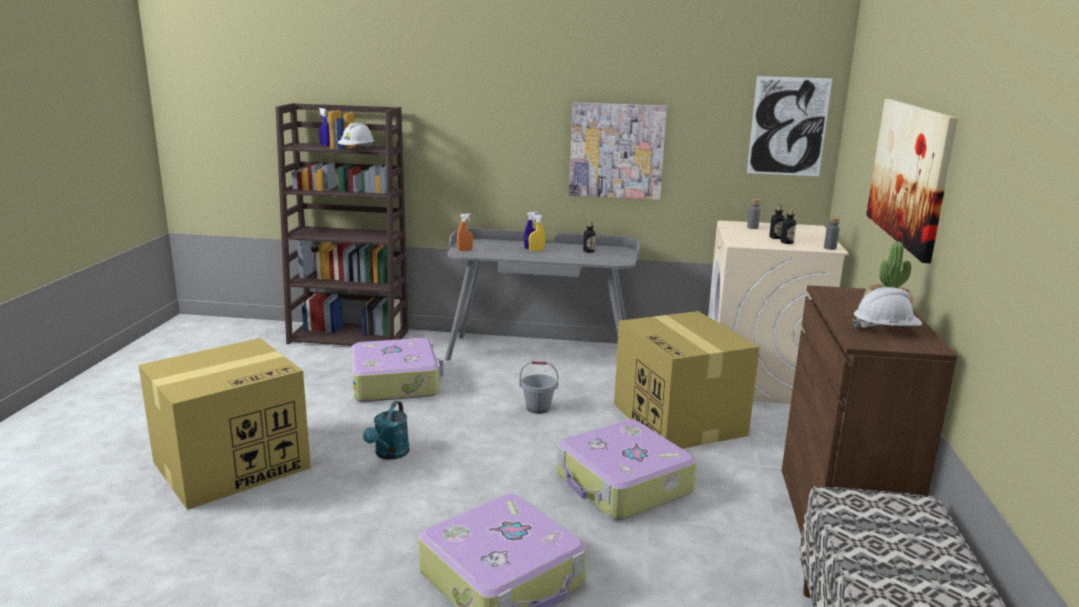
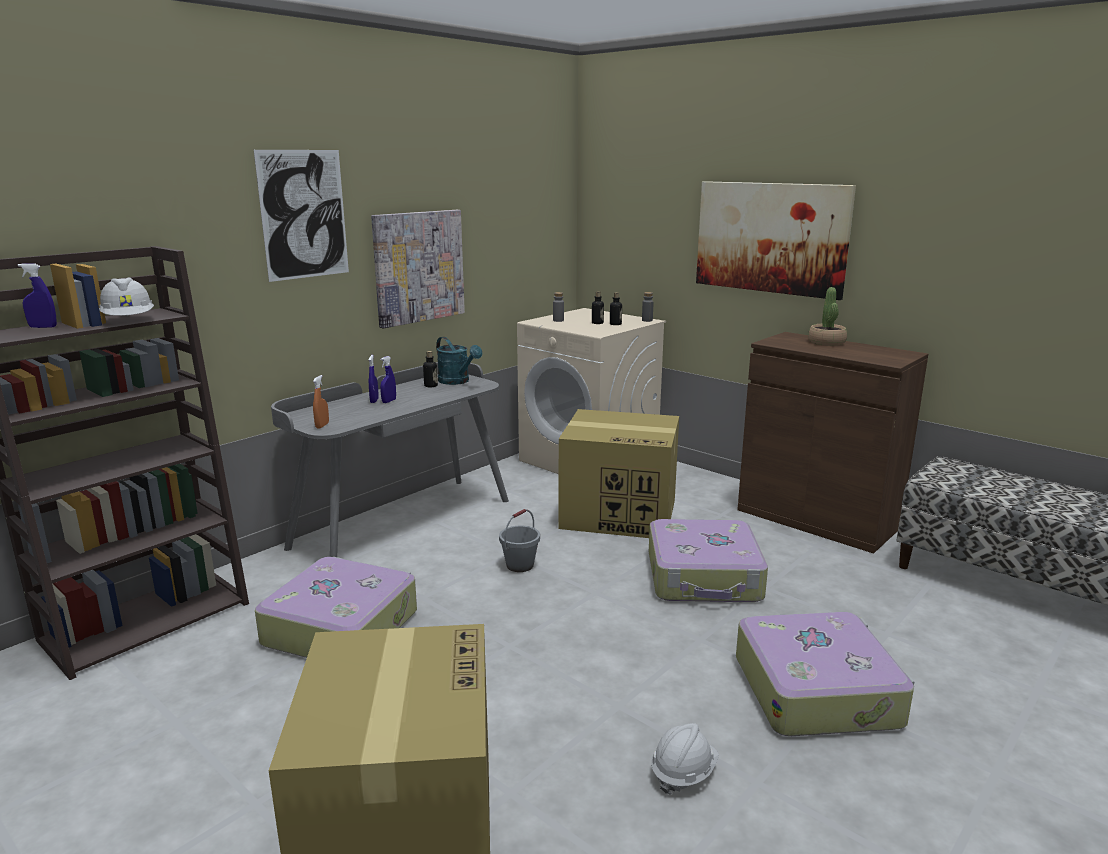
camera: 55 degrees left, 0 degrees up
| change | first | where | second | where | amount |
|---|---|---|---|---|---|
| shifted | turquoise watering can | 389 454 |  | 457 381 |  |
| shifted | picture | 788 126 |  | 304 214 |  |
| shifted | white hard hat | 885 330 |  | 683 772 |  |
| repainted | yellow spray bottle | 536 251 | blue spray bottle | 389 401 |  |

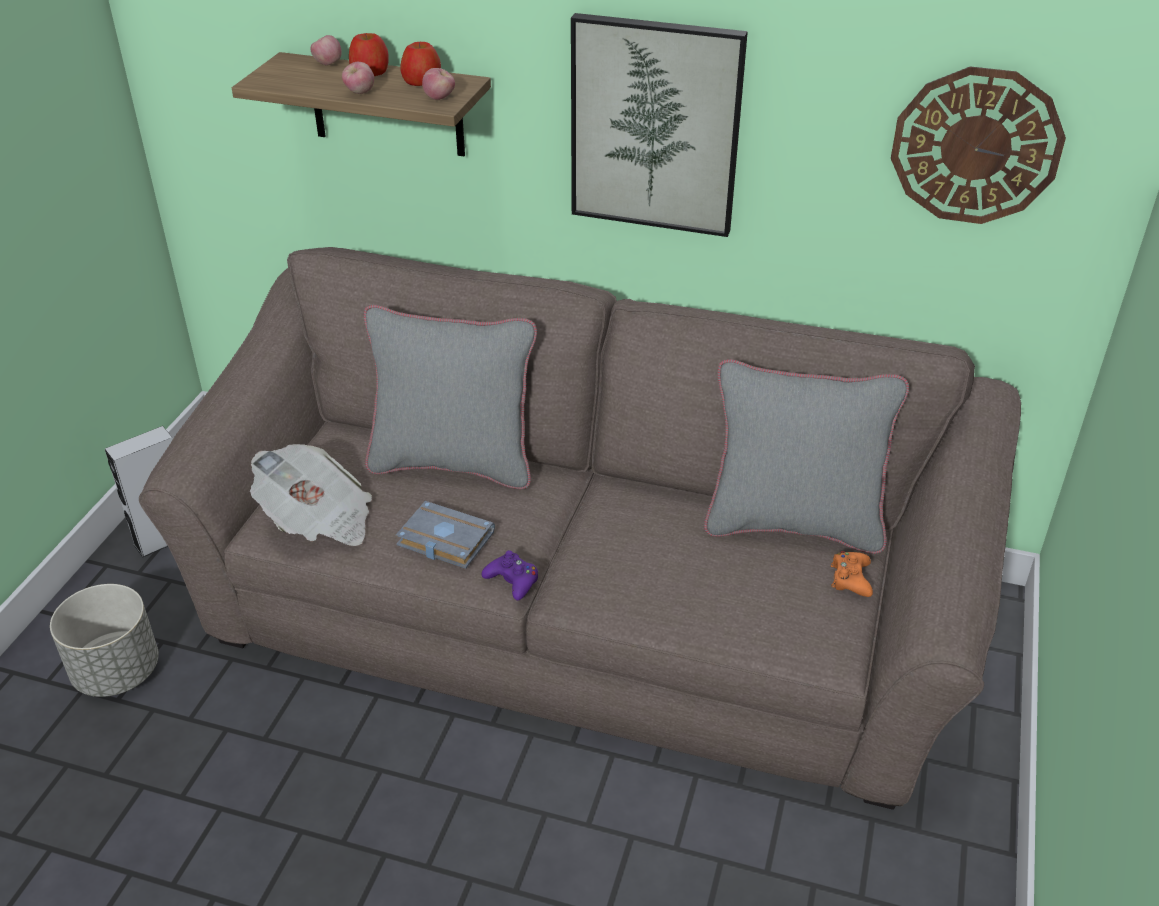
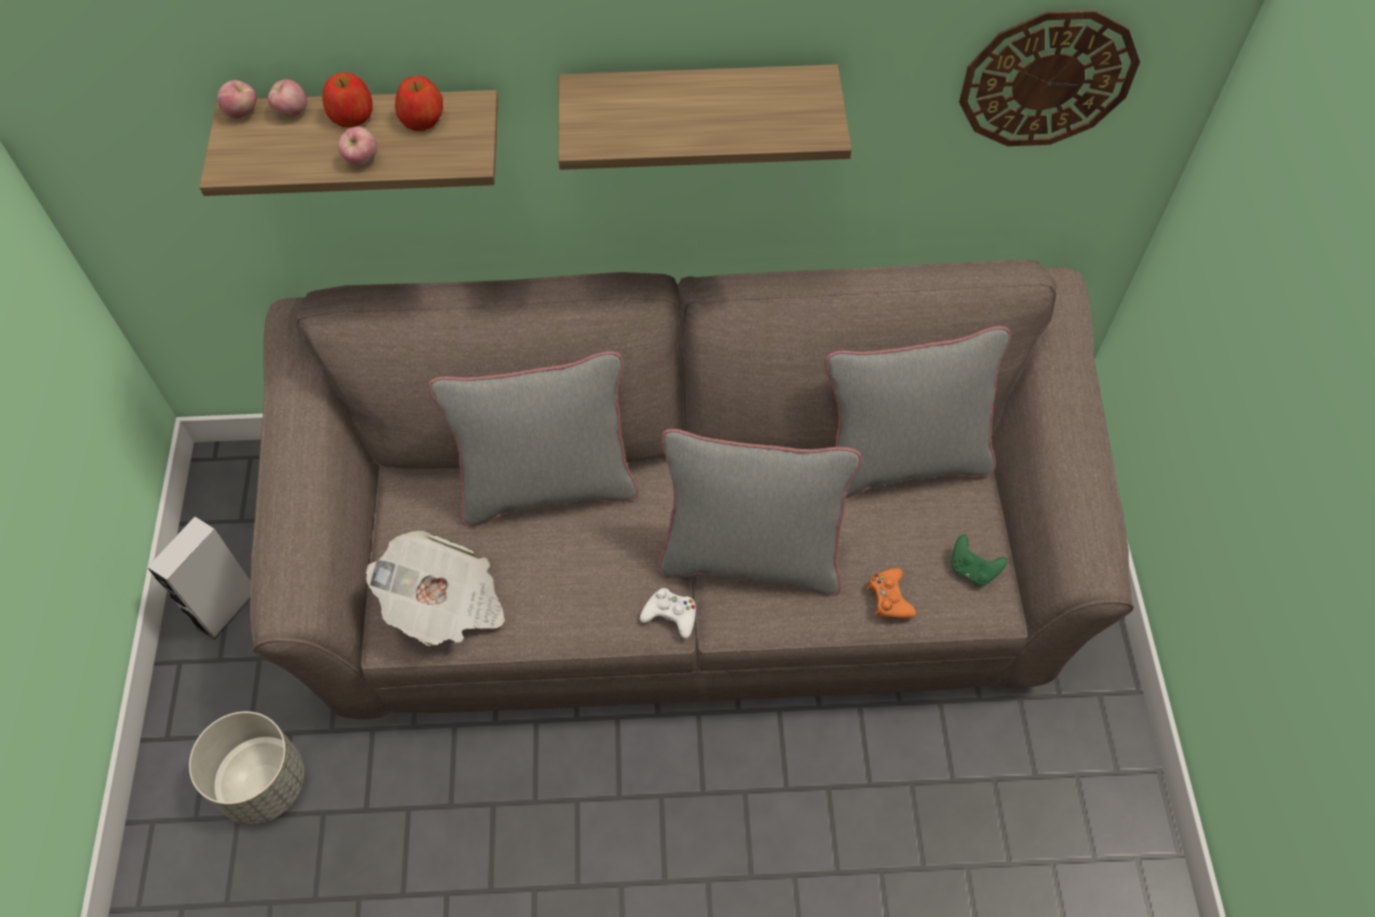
camera: 20 degrees left, 20 degrees up
| change | first | where | second | where | amount |
|---|---|---|---|---|---|
| gone | grey book | 443 540 |  |  |  |
| new |  |  | grey pillow | 750 558 |  |
| new |  |  | green game controller | 972 569 |  |
| shifted | apple | 439 98 |  | 242 112 |  |
| shifted | orange game controller | 850 579 |  | 889 598 |  |
| swapped | picture | 655 125 | shelf | 698 108 |  |
| repainted | purple game controller | 512 581 | white game controller | 670 615 |  |

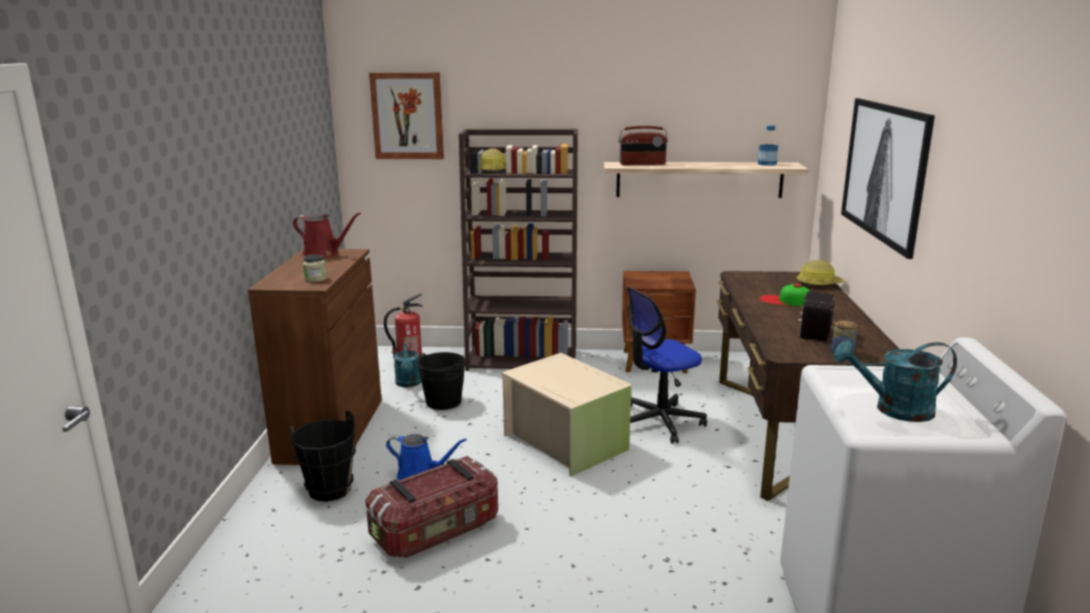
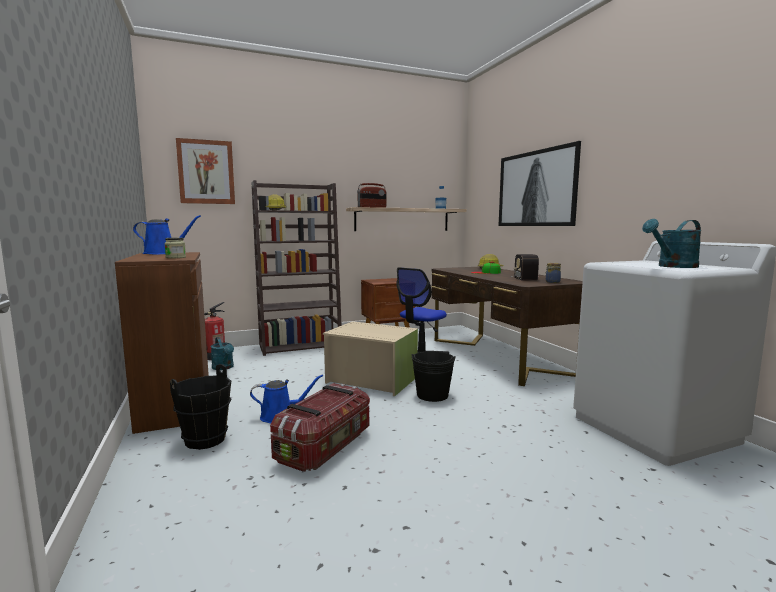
camera: 25 degrees left, 10 degrees down
| change | first | where | second | where | amount |
|---|---|---|---|---|---|
| shifted | black bucket | 443 402 |  | 432 395 |  |
| repainted | red watering can | 324 254 | blue watering can | 163 253 |  |

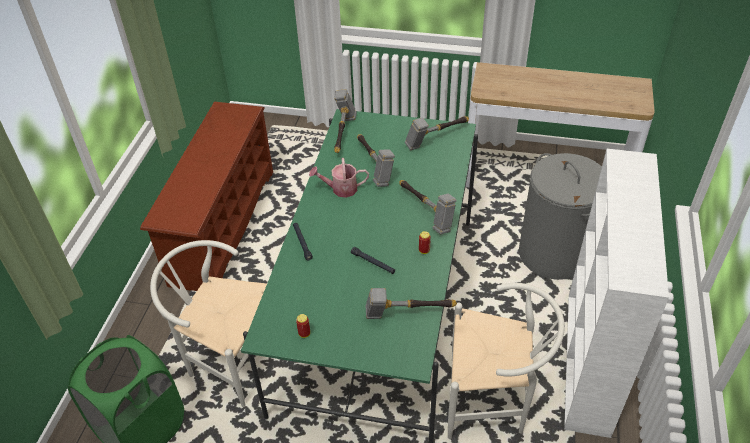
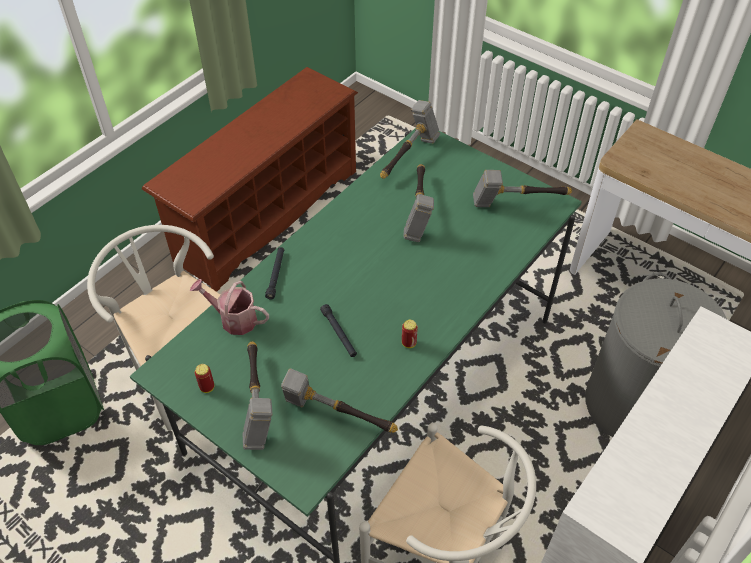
camera: 25 degrees right, 5 degrees up
| change | first | where | second | where | amount |
|---|---|---|---|---|---|
| shifted | watering can | 340 189 |  | 234 319 |  |
| shifted | hammer | 426 212 |  | 257 403 |  |

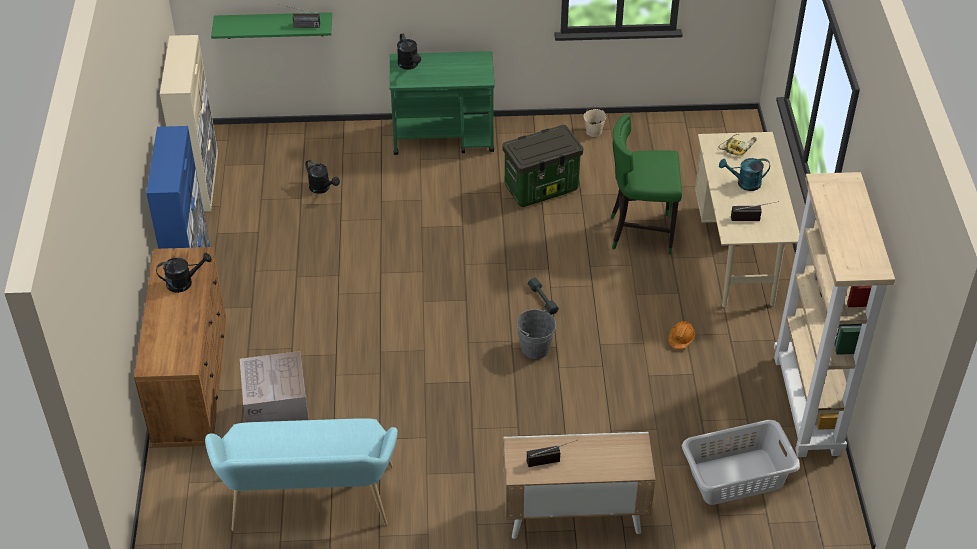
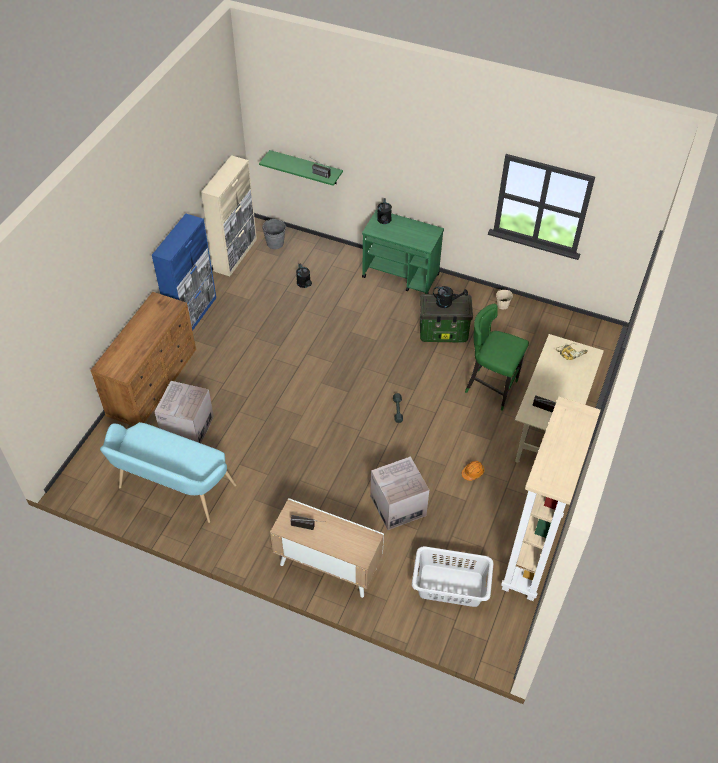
camera: 25 degrees right, 5 degrees up
| change | first | where | second | where | amount |
|---|---|---|---|---|---|
| gone | turquoise watering can | 744 183 |  |  |  |
| new |  |  | cardboard box | 398 506 |  |
| shifted | black watering can | 184 282 |  | 447 303 |  |
| shifted | grey bucket | 535 348 |  | 275 243 |  |

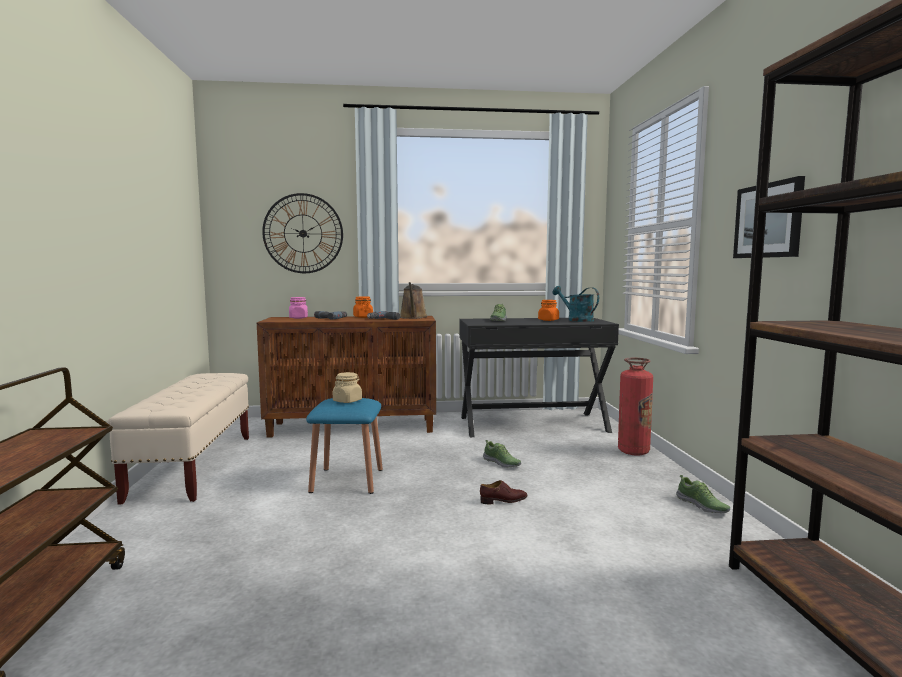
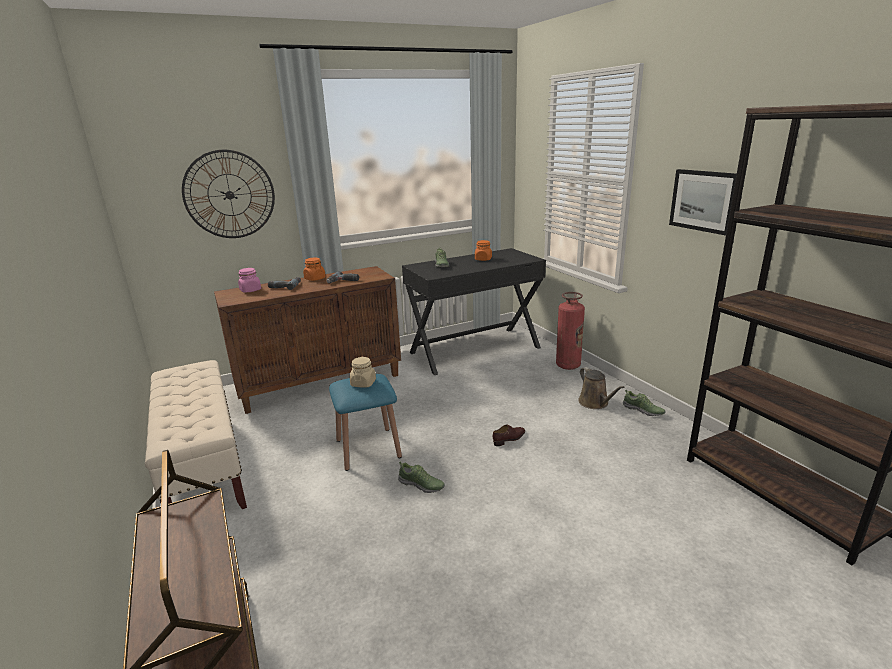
camera: 20 degrees left, 15 degrees up
| change | first | where | second | where | amount |
|---|---|---|---|---|---|
| gone | turquoise watering can | 576 320 |  |  |  |
| shifted | brown watering can | 413 317 |  | 595 403 |  |
| shifted | shoe | 502 463 |  | 421 485 |  |

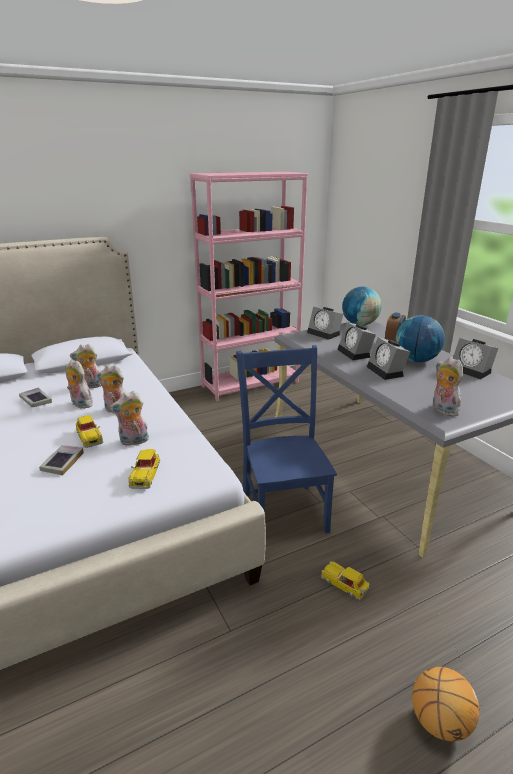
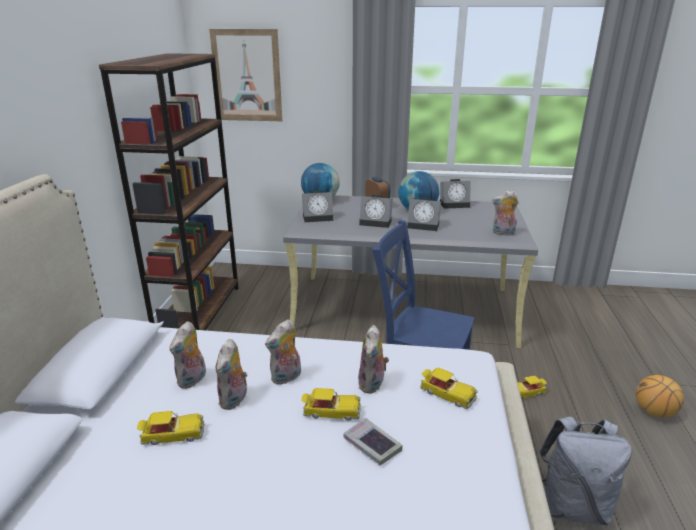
camera: 55 degrees left, 0 degrees up
| change | first | where | second | where | amount |
|---|---|---|---|---|---|
| new |  |  | picture | 247 76 |  |
| new |  |  | grey backpack | 572 506 |  |
| swapped | book | 35 400 | toy car | 172 435 |  |
| repainted | pink bookcase | 251 384 | brown bookcase | 199 312 |  |
| rotated | plush toy | 80 404 |  | 234 400 | 60 degrees counterclockwise |

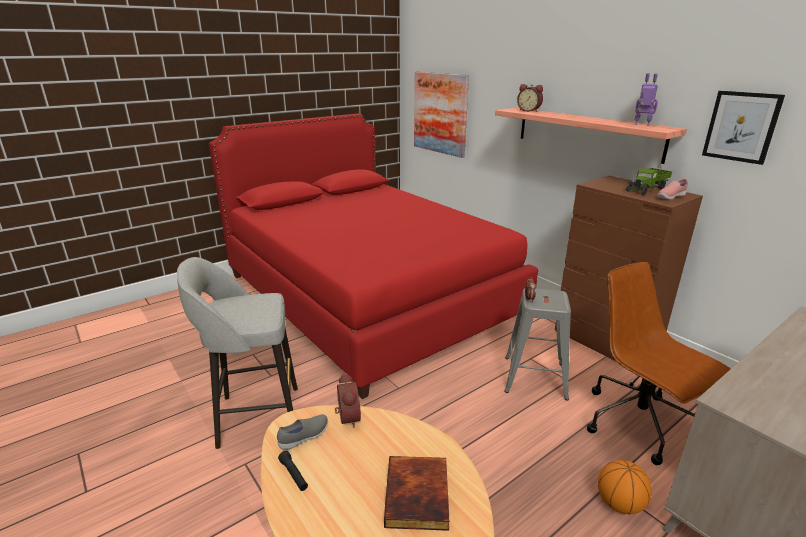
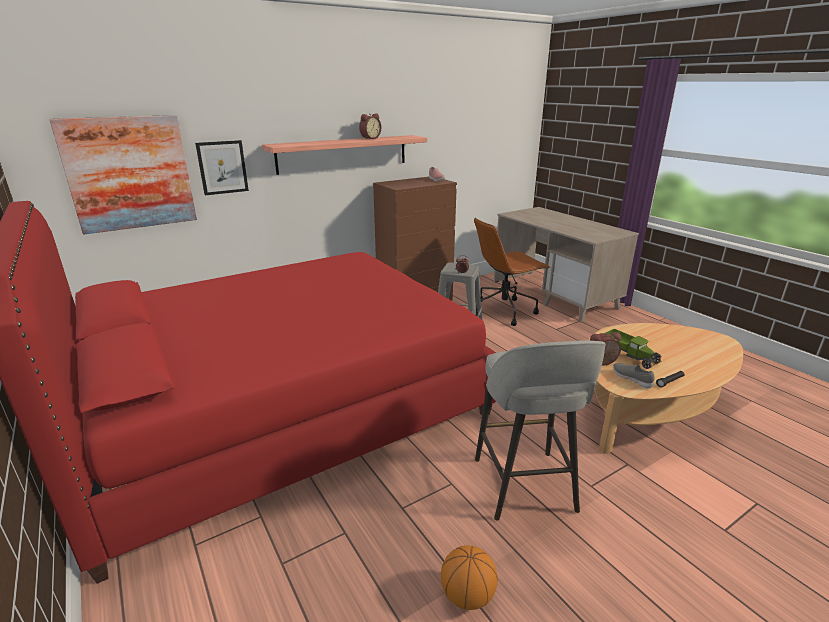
camera: 85 degrees left, 0 degrees up
| change | first | where | second | where | amount |
|---|---|---|---|---|---|
| gone | book | 419 495 |  |  |  |
| gone | toy robot | 642 124 |  |  |  |
| shifted | alarm clock | 529 111 |  | 369 138 |  |
| shifted | basketball | 619 503 |  | 467 595 |  |
| shifted | toy truck | 647 189 |  | 628 355 |  |
| shifted | picture | 741 126 |  | 222 167 |  |

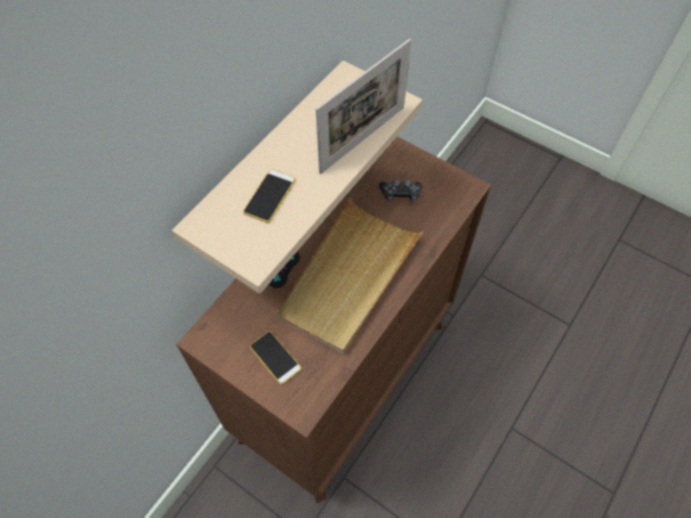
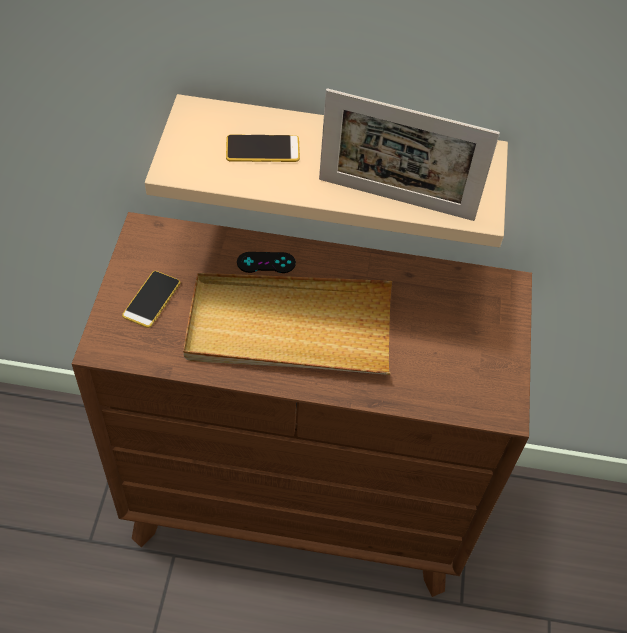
camera: 60 degrees right, 5 degrees down
| change | first | where | second | where | amount |
|---|---|---|---|---|---|
| gone | game controller | 400 194 |  |  |  |

